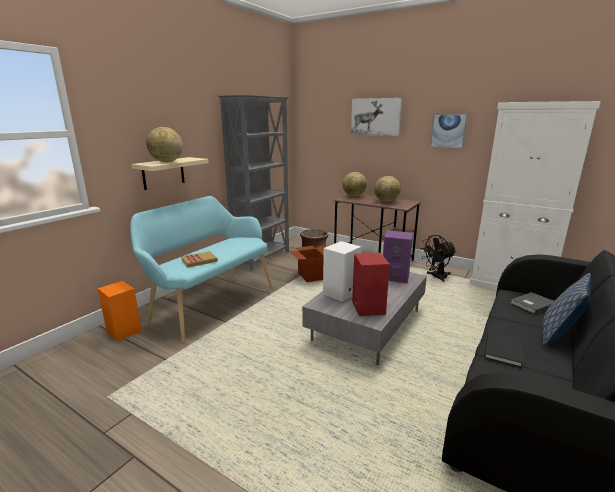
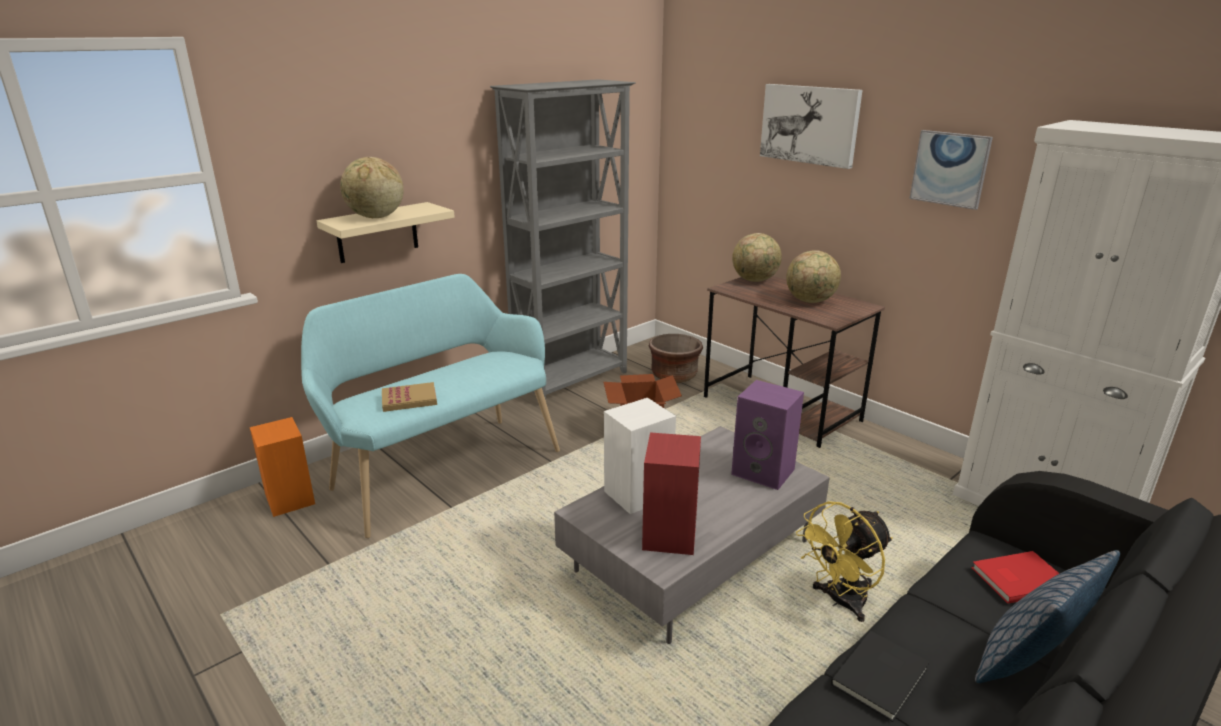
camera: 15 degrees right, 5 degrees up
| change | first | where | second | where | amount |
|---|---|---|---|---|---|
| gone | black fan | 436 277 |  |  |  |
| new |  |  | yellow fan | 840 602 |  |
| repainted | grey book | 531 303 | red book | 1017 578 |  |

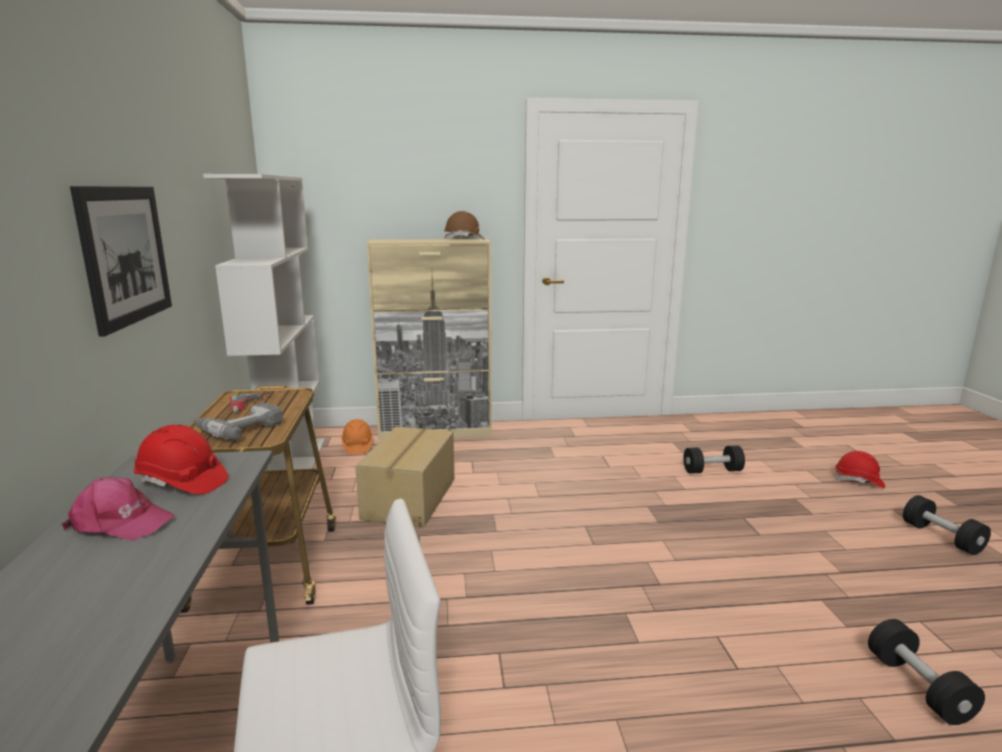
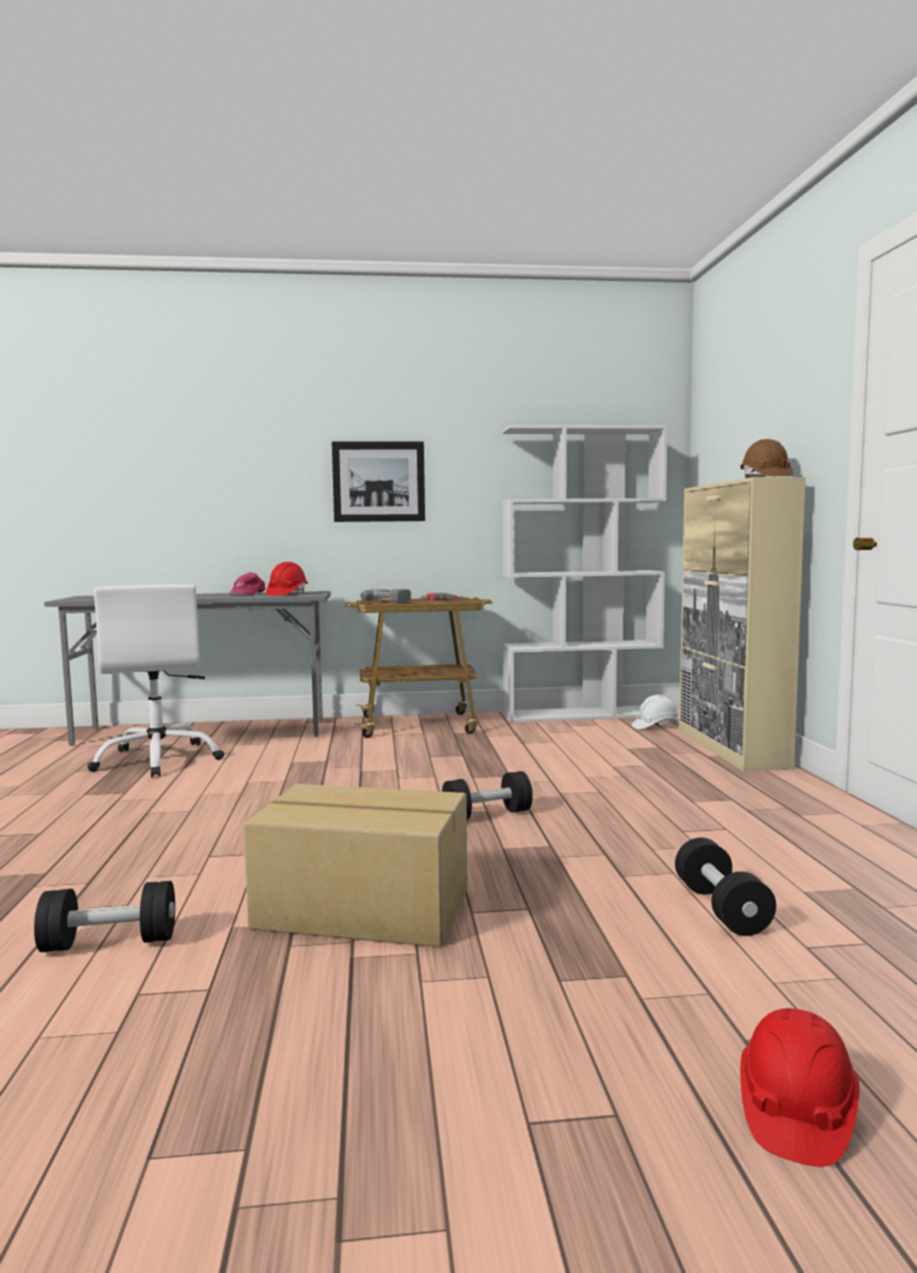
camera: 90 degrees right, 10 degrees down
| change | first | where | second | where | amount |
|---|---|---|---|---|---|
| shifted | cardboard box | 411 498 |  | 363 910 |  |
| shifted | black dumbbell | 941 537 |  | 487 815 |  |
| repainted | orange hard hat | 357 446 | white hard hat | 655 726 |  |

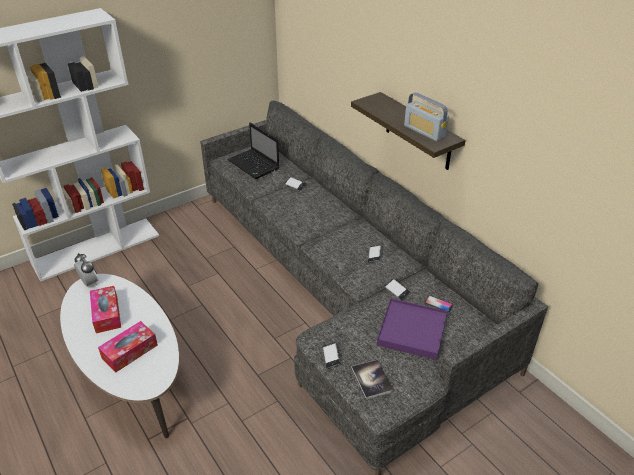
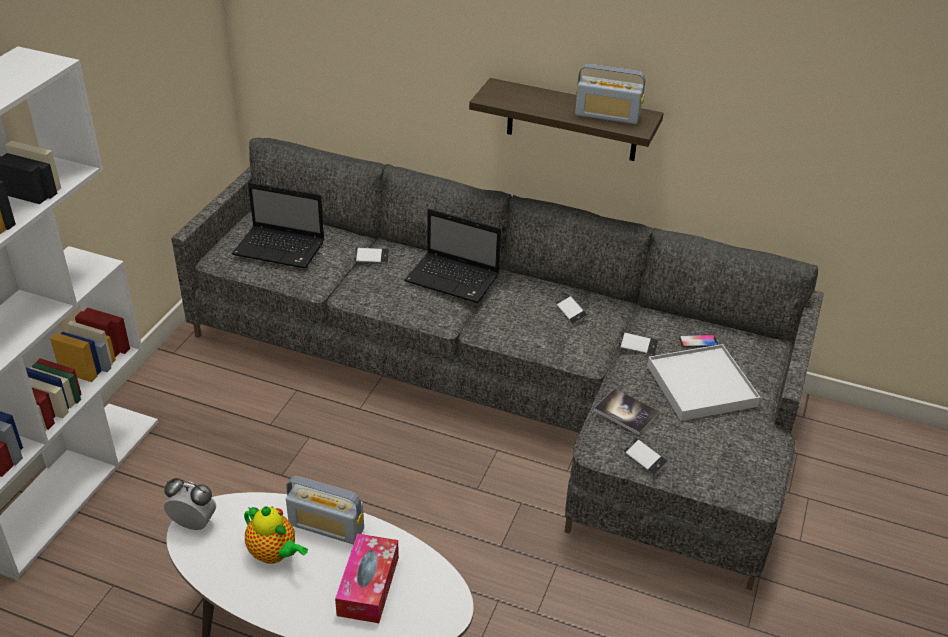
camera: 35 degrees left, 0 degrees up
| change | first | where | second | where | amount |
|---|---|---|---|---|---|
| new |  |  | radio | 326 527 |  |
| new |  |  | laptop | 454 279 |  |
| shifted | book | 371 380 |  | 626 413 |  |
| swapped | tissue box | 106 314 | teapot | 274 554 |  |
| repainted | purple tray | 412 331 | white tray | 701 386 |  |

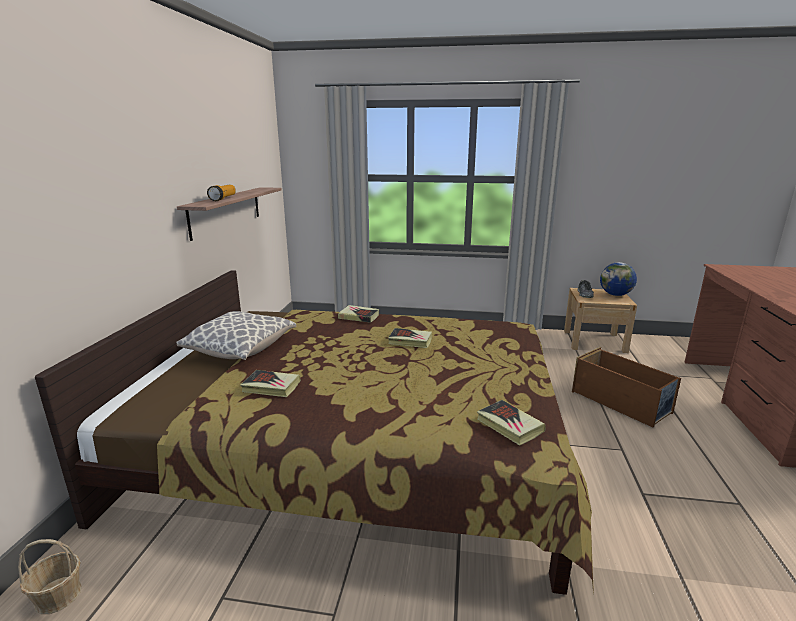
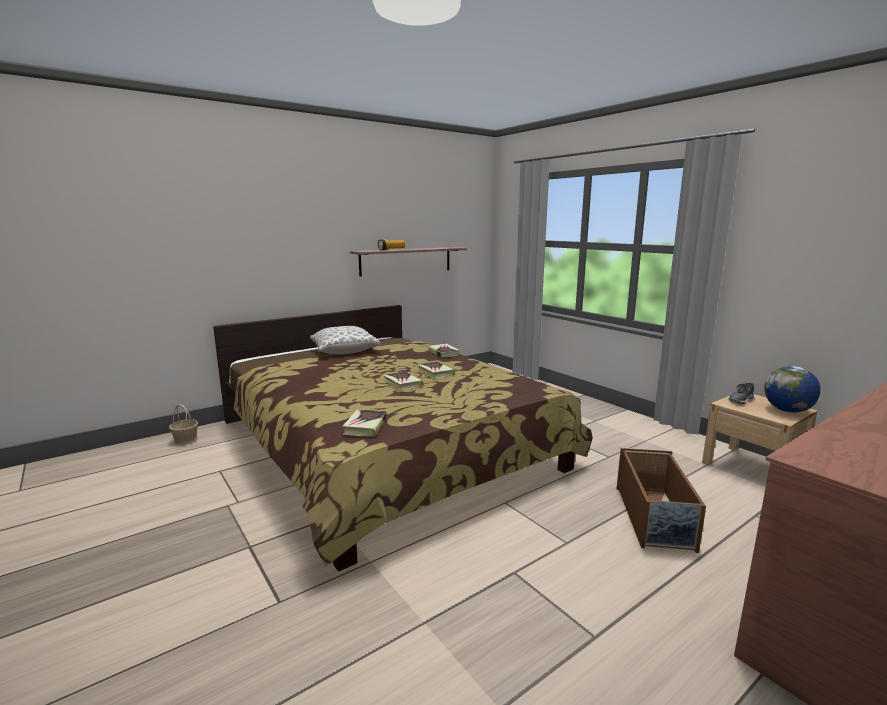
camera: 45 degrees right, 5 degrees down
| change | first | where | second | where | amount |
|---|---|---|---|---|---|
| shifted | book | 271 387 |  | 402 384 |  |

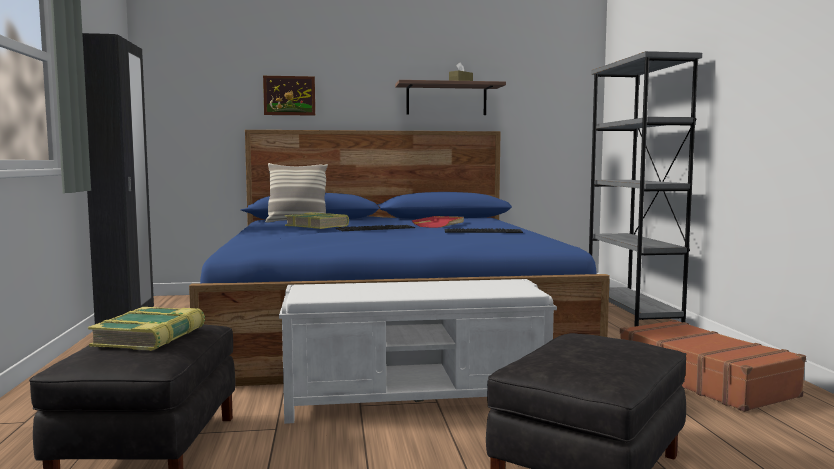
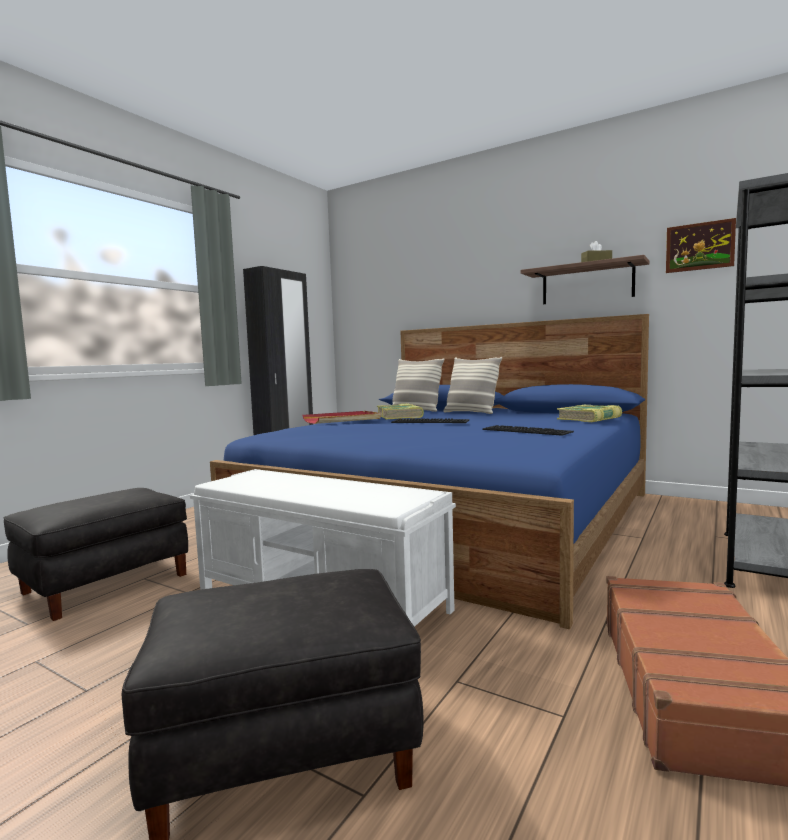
camera: 40 degrees right, 0 degrees up
| change | first | where | second | where | amount |
|---|---|---|---|---|---|
| new |  |  | pillow | 471 413 |  |
| shifted | book | 151 337 |  | 589 419 |  |
| shifted | picture | 289 95 |  | 699 246 |  |
| shifted | red tray | 440 224 |  | 343 420 |  |

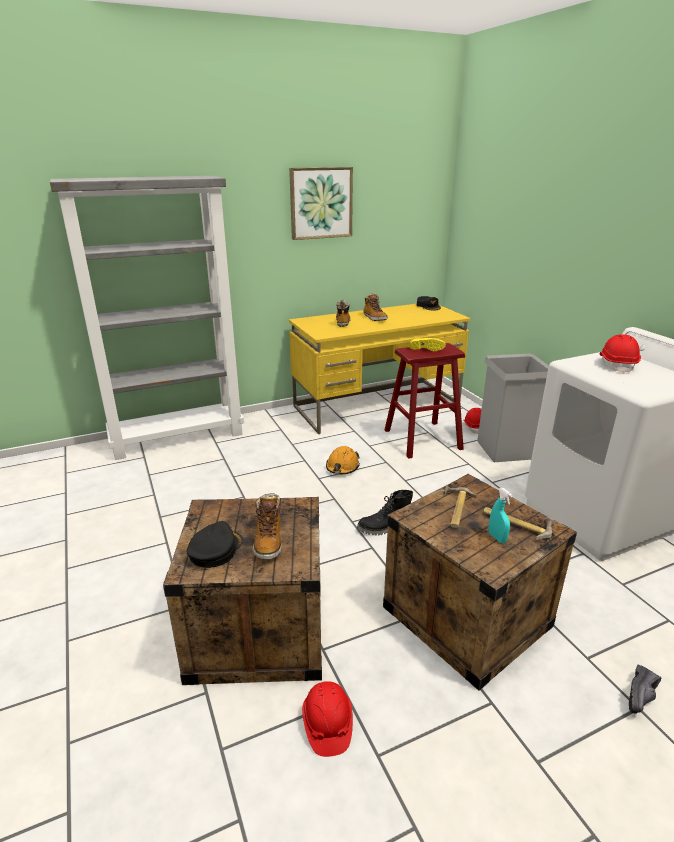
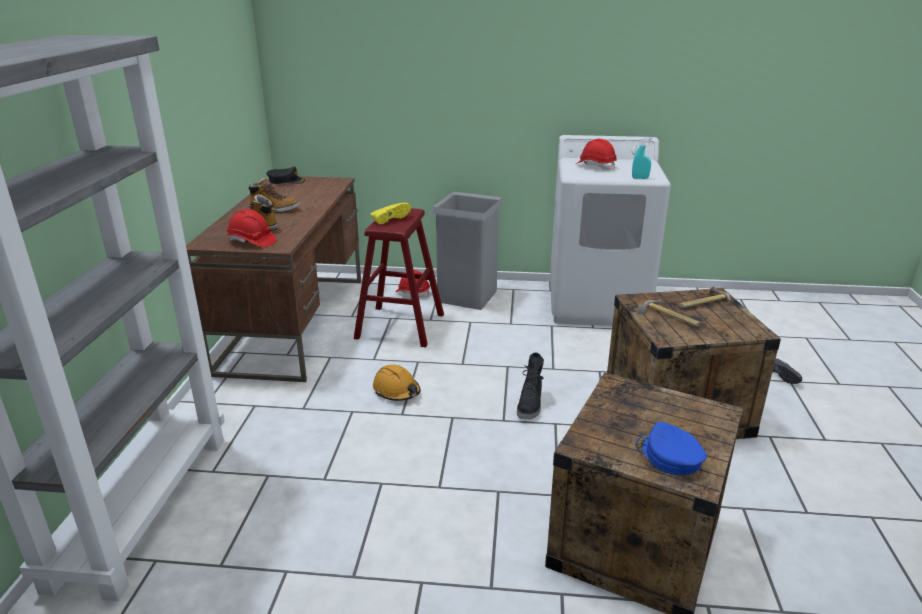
camera: 60 degrees left, 0 degrees up
| change | first | where | second | where | amount |
|---|---|---|---|---|---|
| gone | boot | 268 540 |  |  |  |
| gone | picture | 321 203 |  |  |  |
| shifted | red hard hat | 327 725 |  | 252 241 |  |
| shifted | turquoise spray bottle | 497 537 |  | 640 178 |  |
| repainted | black cap | 215 549 | blue cap | 668 455 |  |
| repainted | yellow desk | 377 405 | brown desk | 294 323 |  |

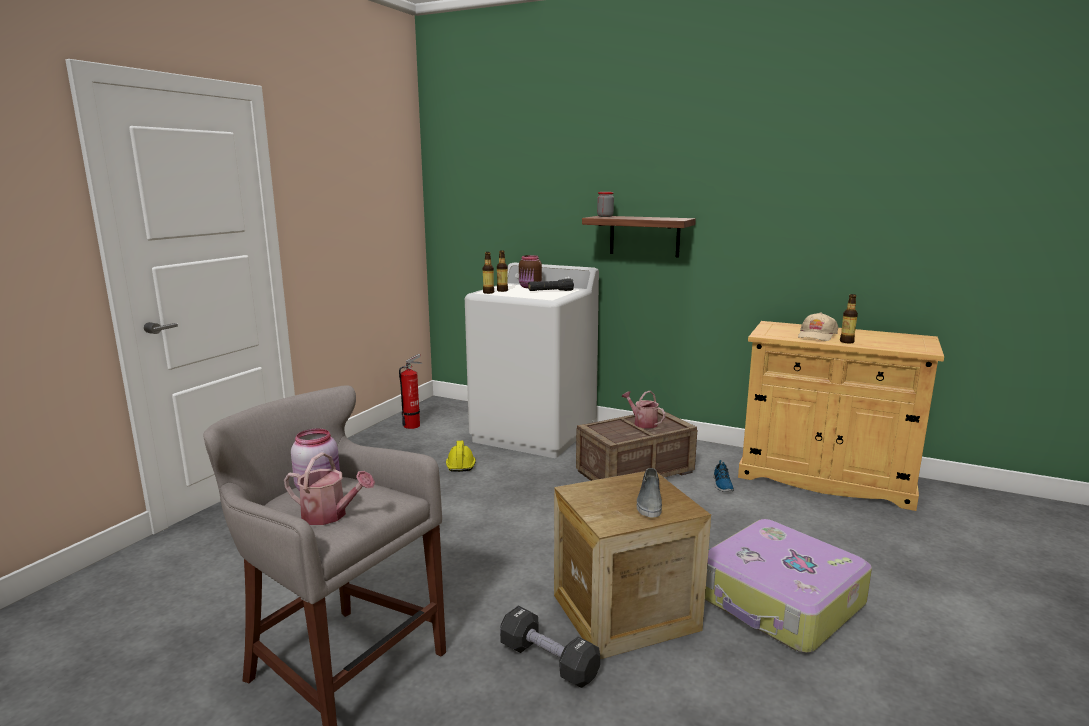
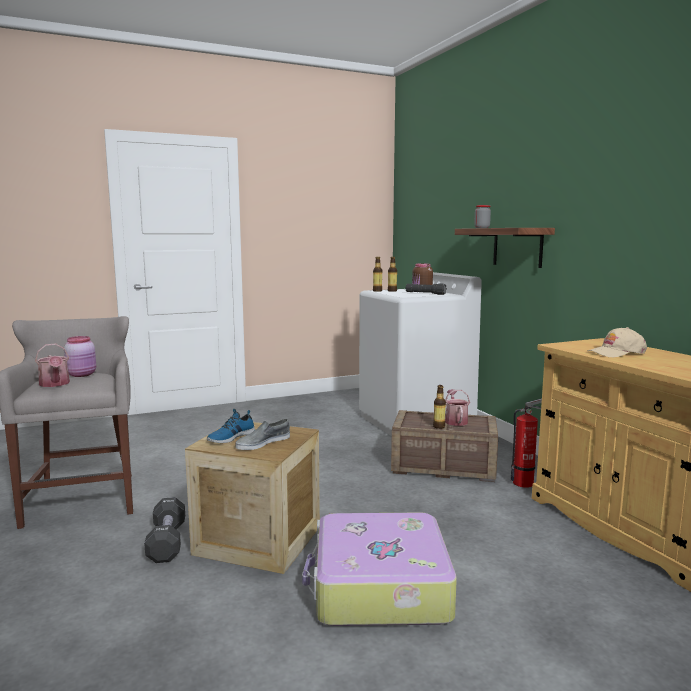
camera: 40 degrees right, 5 degrees down
| change | first | where | second | where | amount |
|---|---|---|---|---|---|
| gone | yellow hard hat | 460 464 |  |  |  |
| shifted | fire extinguisher | 413 425 |  | 525 483 |  |
| shifted | shoe | 722 484 |  | 230 437 |  |
| shifted | bottle | 846 342 |  | 439 427 |  |

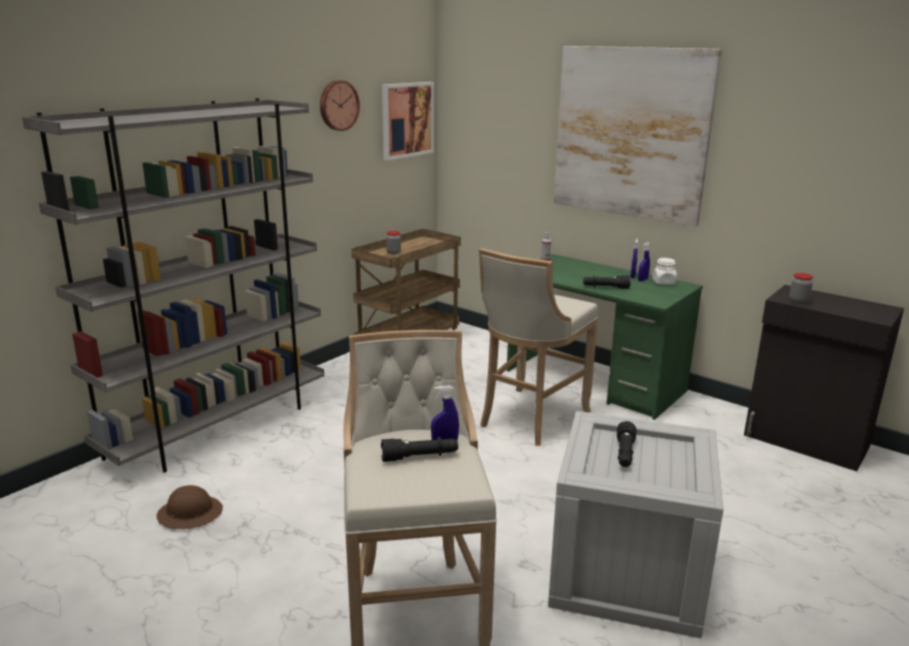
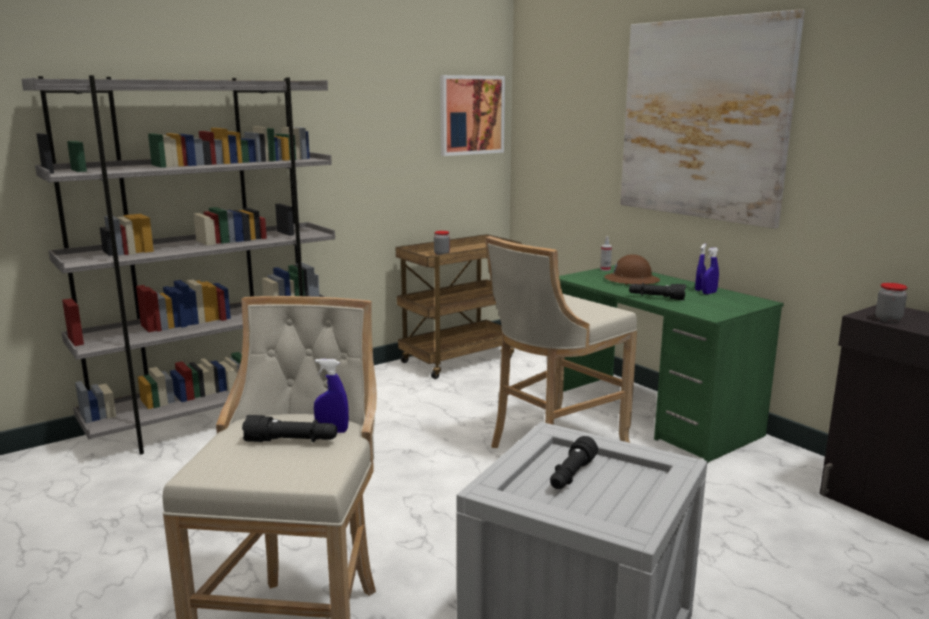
camera: 15 degrees right, 5 degrees down
| change | first | where | second | where | amount |
|---|---|---|---|---|---|
| gone | wall clock | 338 105 |  |  |  |
| gone | white jar | 663 282 |  |  |  |
| shifted | brown hard hat | 190 513 |  | 631 280 |  |

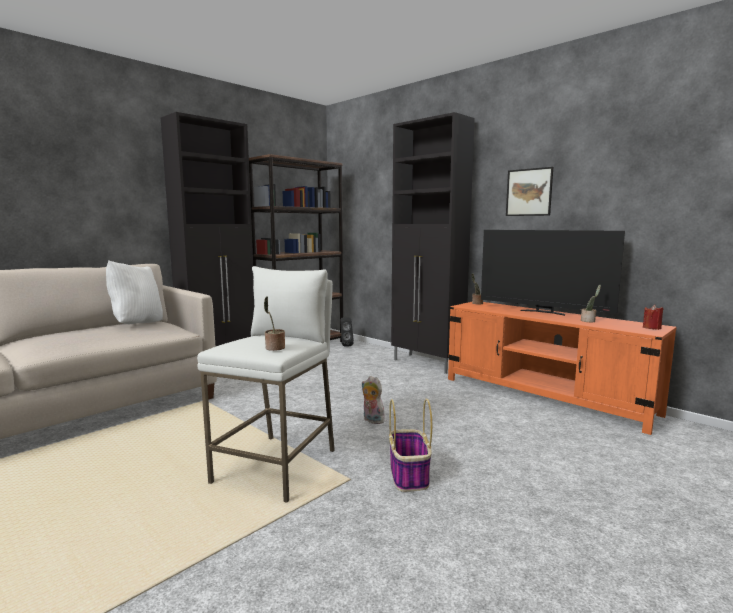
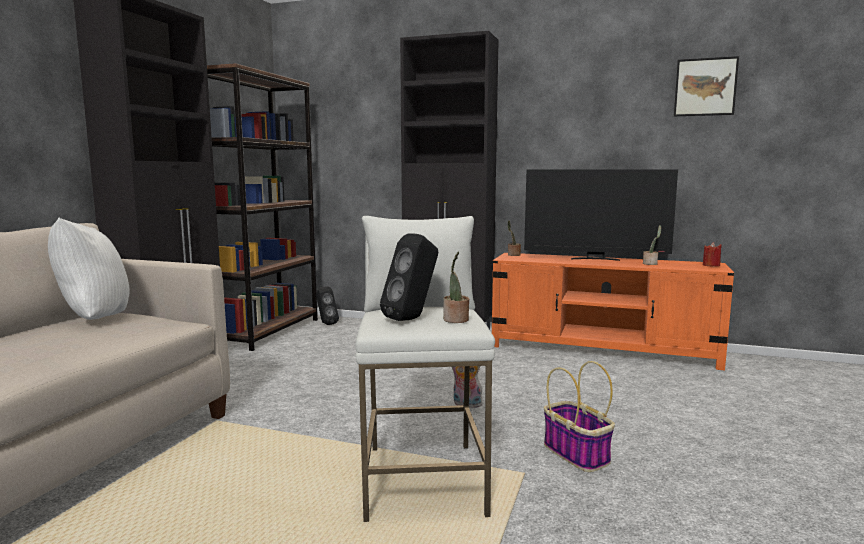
camera: 25 degrees left, 0 degrees up
| change | first | where | second | where | amount |
|---|---|---|---|---|---|
| new |  |  | black speaker | 412 318 |  |
| shifted | picture | 529 192 |  | 705 87 |  |

